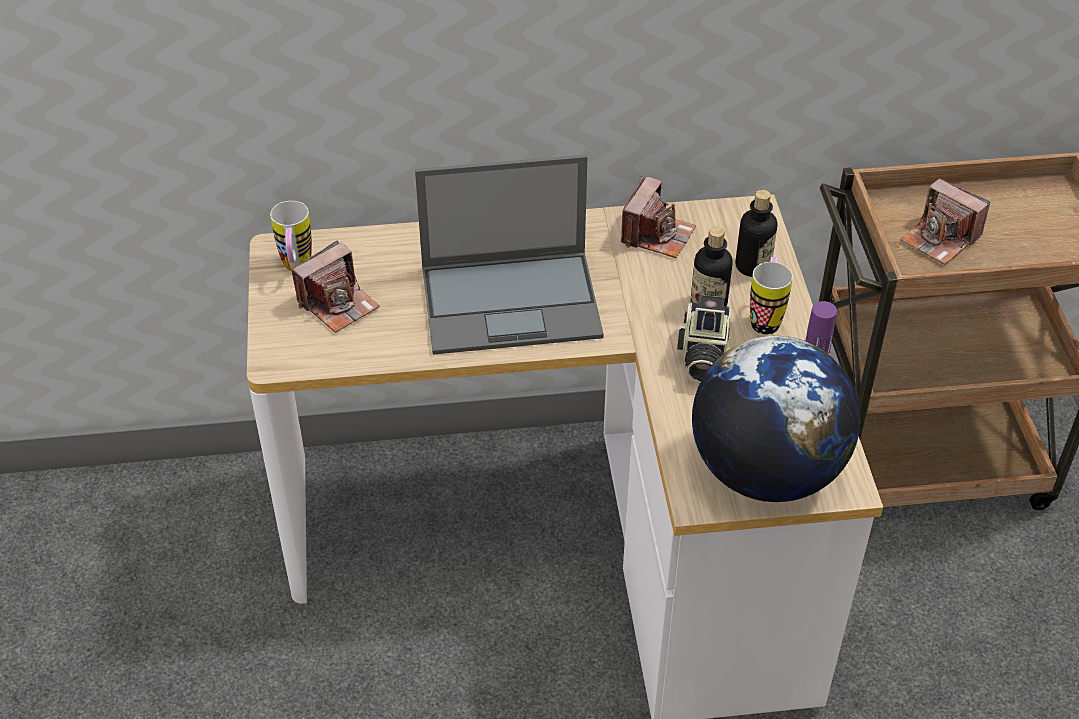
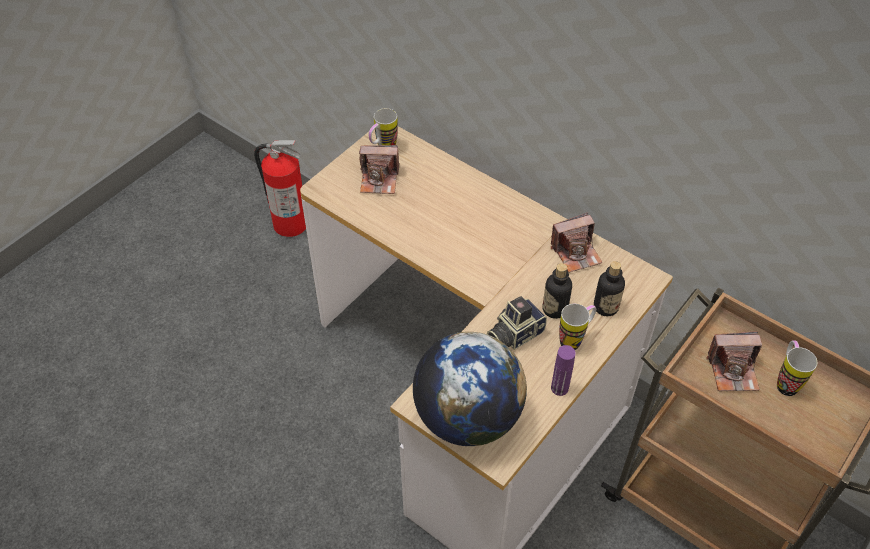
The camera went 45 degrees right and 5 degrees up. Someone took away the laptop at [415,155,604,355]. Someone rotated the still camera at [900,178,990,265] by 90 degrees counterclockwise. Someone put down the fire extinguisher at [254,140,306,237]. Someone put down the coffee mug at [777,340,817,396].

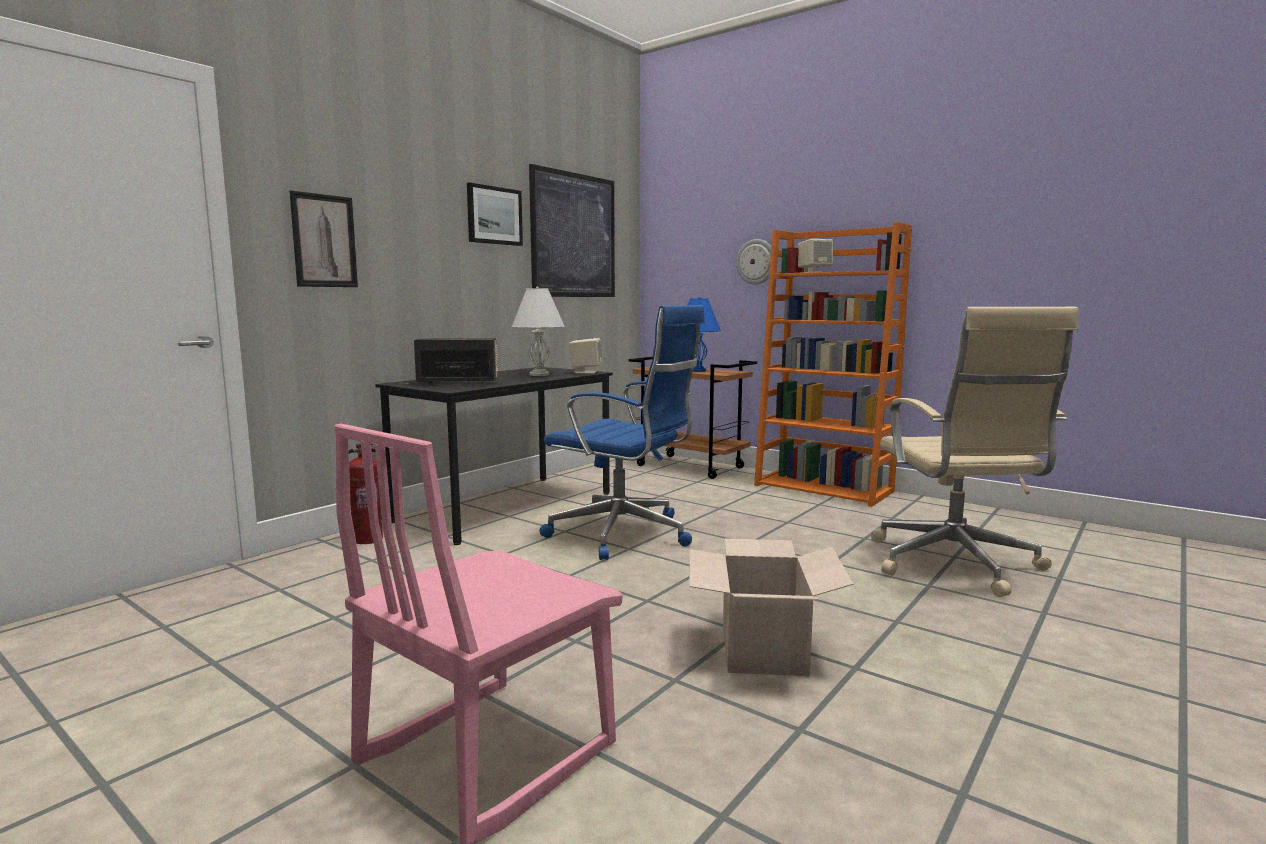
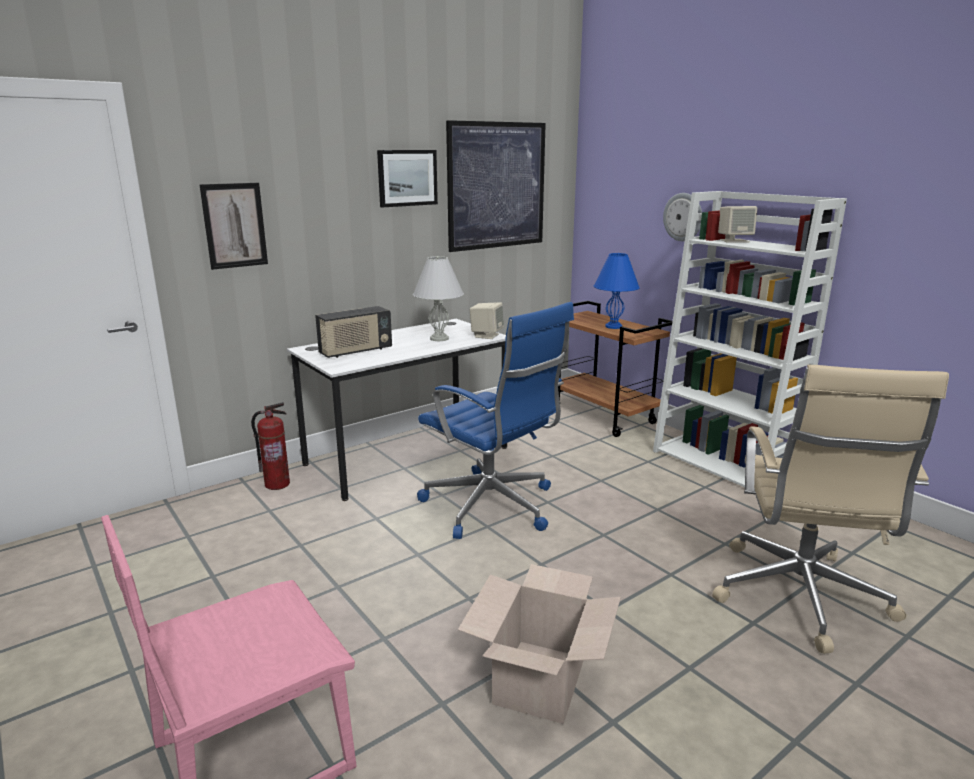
The camera went 15 degrees right and 10 degrees up. Someone repainted the orangey bookshelf at [754,222,912,507], which became the white-coloured bookshelf at [653,191,847,487]. Someone rotated the radio set at [414,338,498,384] by 135 degrees clockwise. Someone repainted the black-coloured desk table at [375,367,613,545], which became the white-coloured desk table at [287,319,507,501].

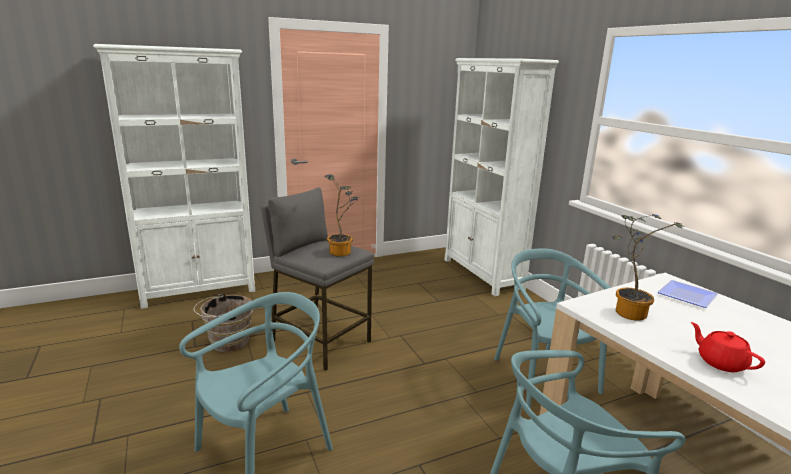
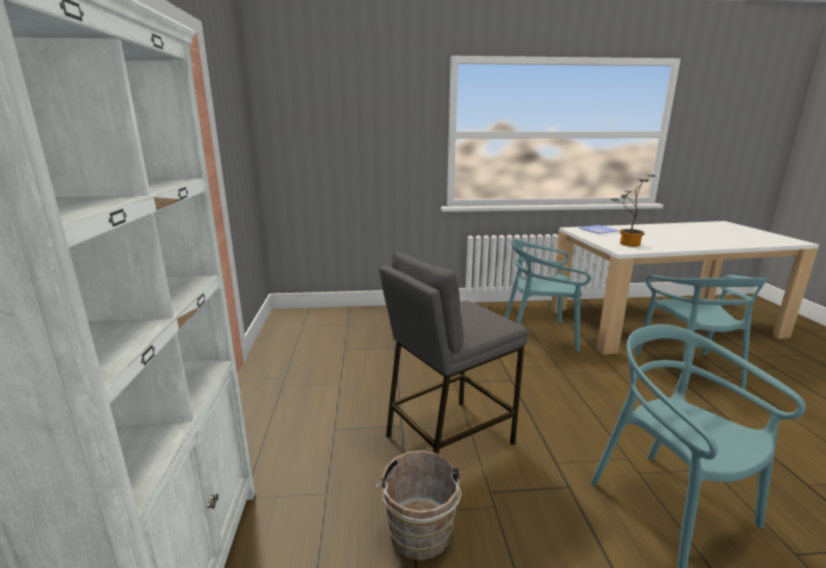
The camera went 70 degrees left and 0 degrees up. Someone took away the white-coloured bookshelf at [444,58,559,296]. Someone took away the plant in a pot at [324,174,361,257]. Someone took away the red pot for tea at [691,322,765,372].

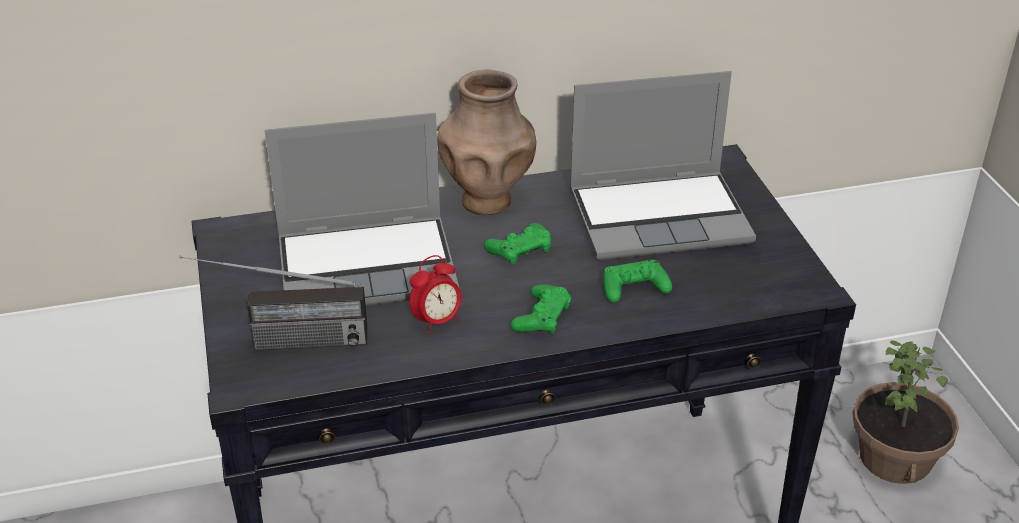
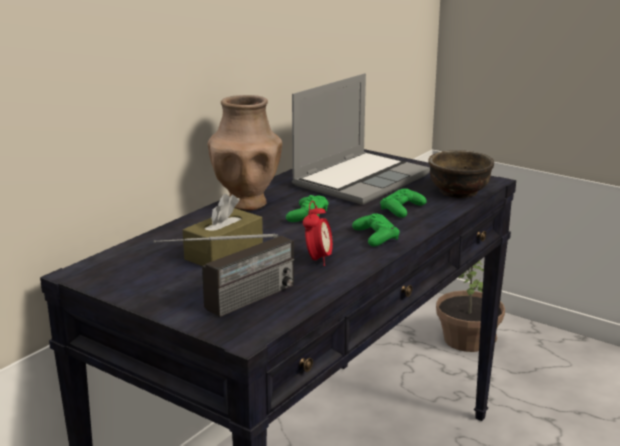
The camera went 40 degrees left and 15 degrees down. Someone swapped the laptop at [265,113,459,306] for the brown box of tissues at [183,194,263,266]. Someone put down the brown deep dish at [428,150,494,198].

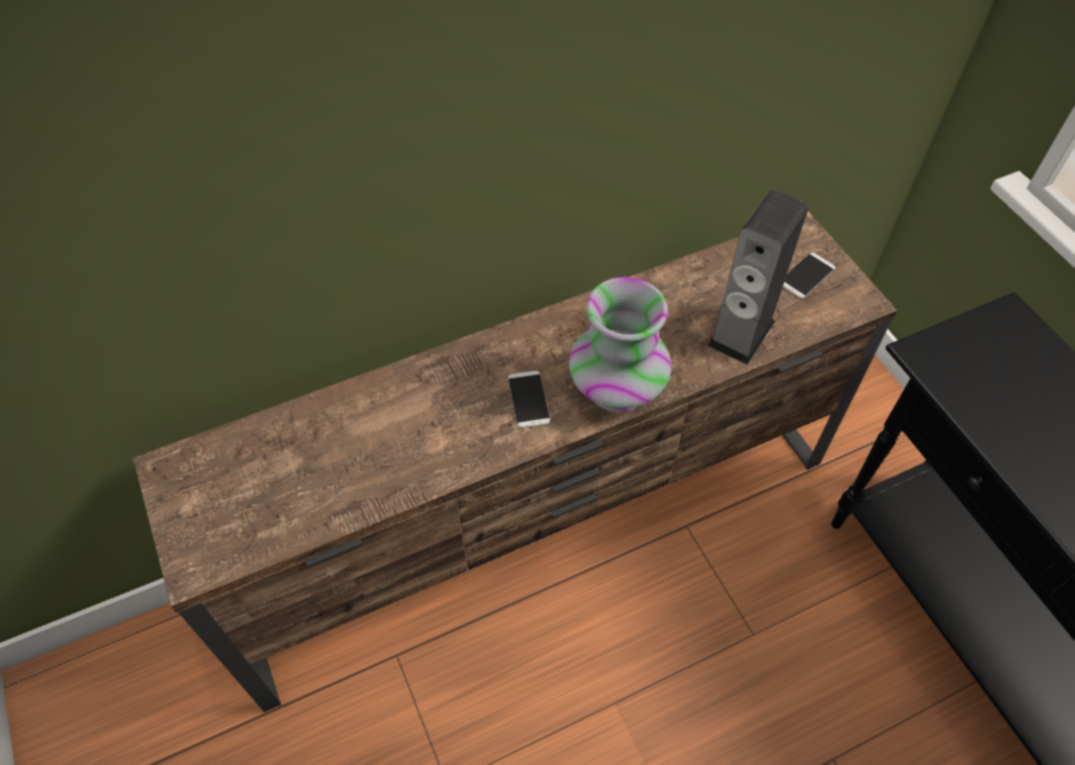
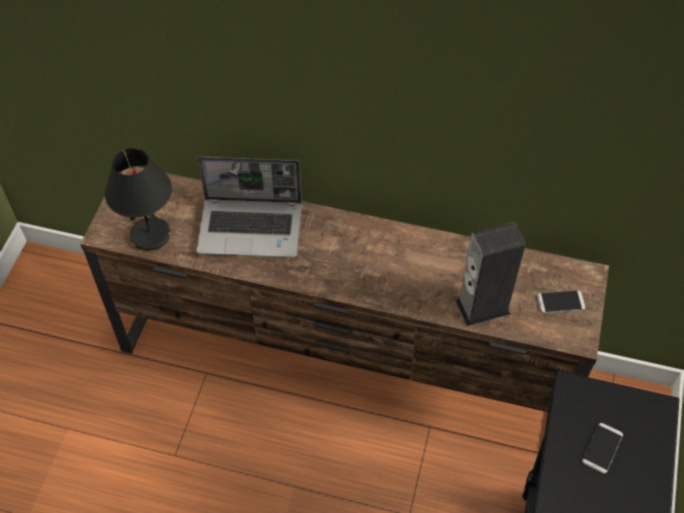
The camera went 40 degrees right and 0 degrees up. Someone took away the vase at [569,277,671,412]. Someone carried the telephone from [508,371,550,428] to [582,423,623,474]. Someone put down the black-coloured lamp for a table at [105,148,172,251]. Someone put down the laptop at [197,157,302,258].

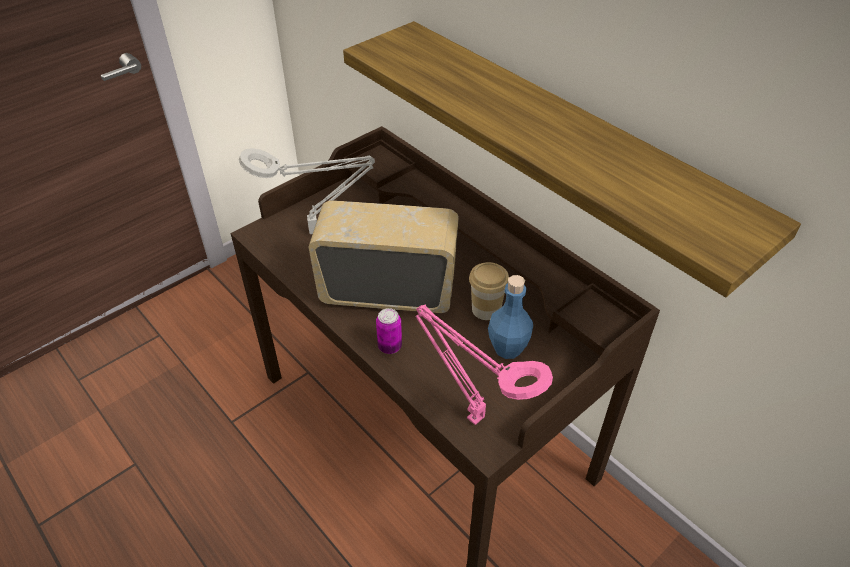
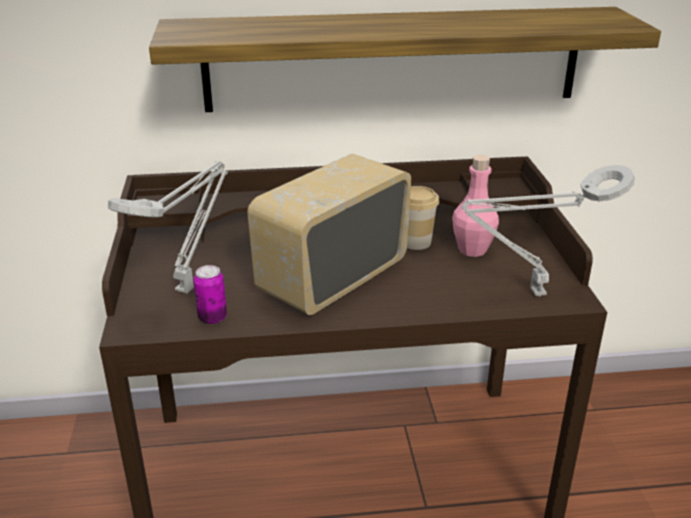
The camera went 55 degrees left and 15 degrees down. Someone repainted the bluish beverage bottle at [488,275,533,359], which became the pinkish beverage bottle at [452,155,499,257]. Someone repainted the pinkish lamp for a table at [415,305,553,425], which became the greyish lamp for a table at [462,165,635,296]. Someone carried the can from [376,308,402,354] to [194,265,227,324].

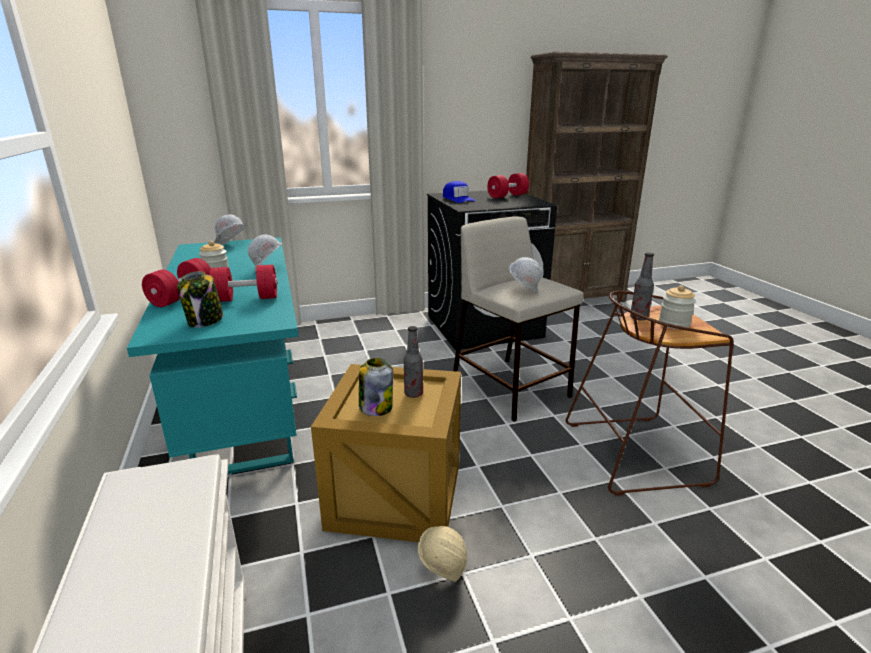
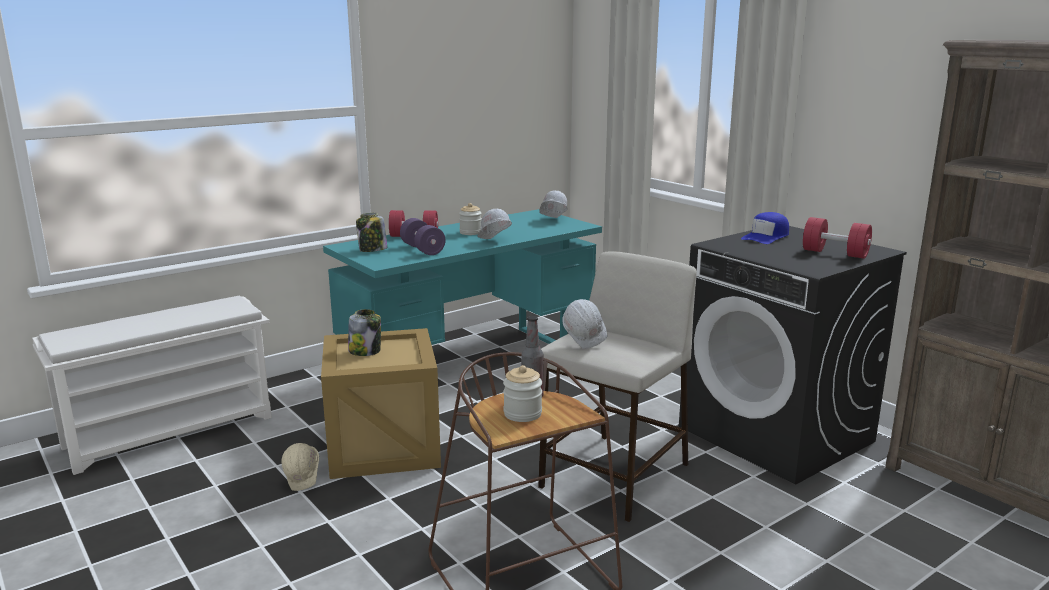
The camera went 70 degrees right and 5 degrees down. Someone repainted the red hand weight at [209,265,278,302], which became the purple hand weight at [400,218,445,255]. Someone took away the beverage bottle at [404,326,423,398].

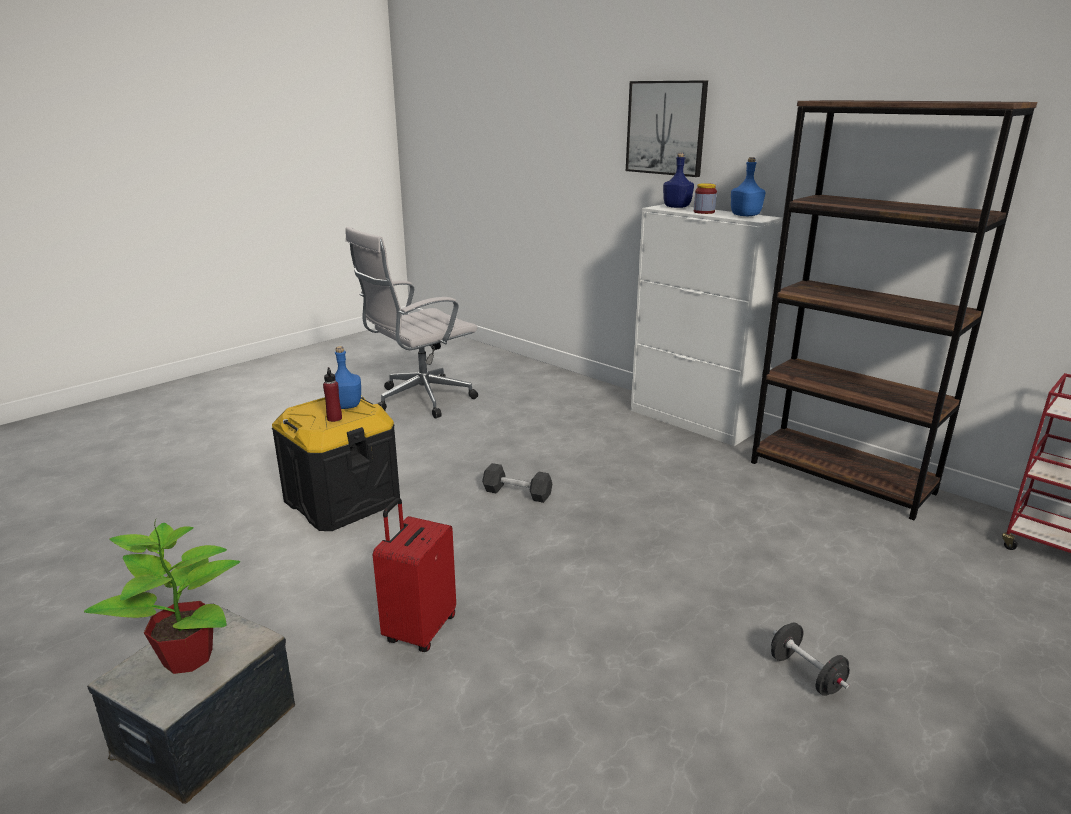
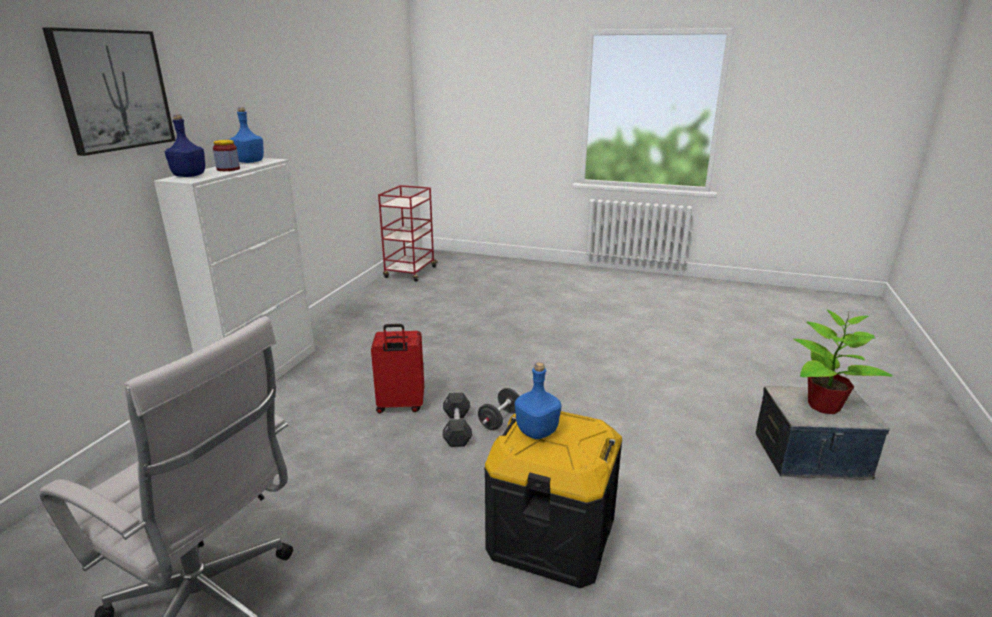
The camera went 115 degrees left and 0 degrees up. Someone took away the brown bookshelf at [751,100,1037,520]. Someone took away the red beverage bottle at [323,367,342,422]. Someone carried the red suitcase from [373,498,456,652] to [371,324,424,413]. Someone carried the black-coloured hand weight from [771,622,850,696] to [478,388,519,430].

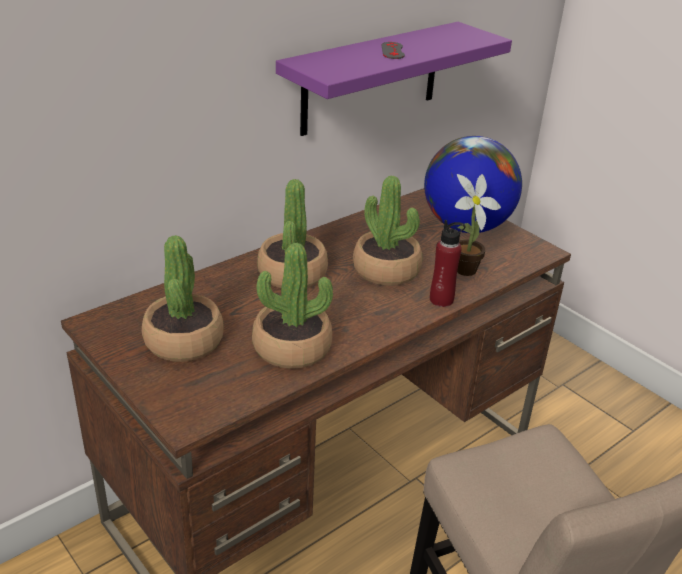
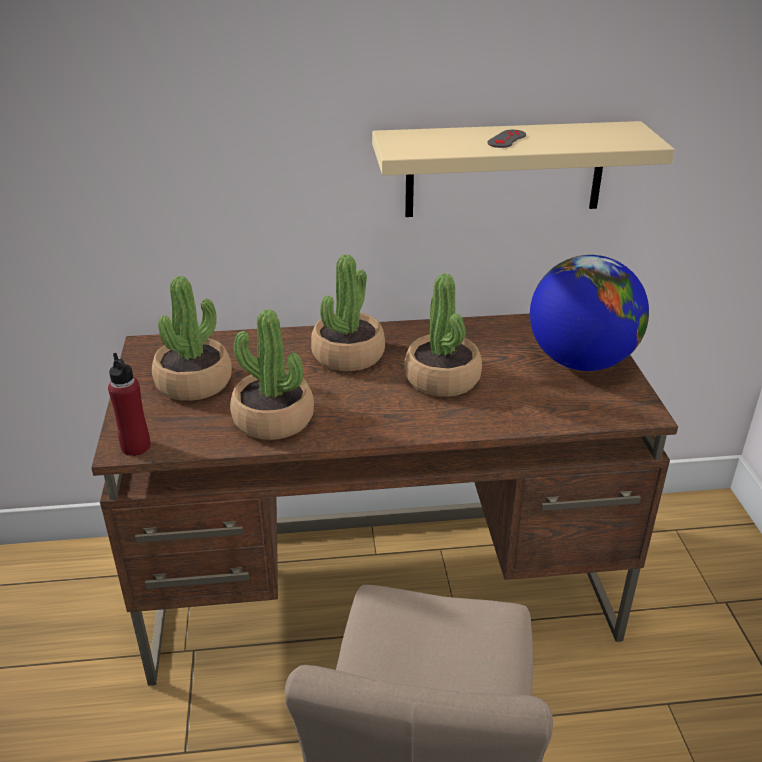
The camera went 35 degrees right and 0 degrees up. Someone repainted the purple bracket shelf at [276,22,512,136], which became the beige-coloured bracket shelf at [372,121,675,217]. Someone took away the plant in a pot at [455,174,501,276]. Someone carried the red beverage bottle from [430,220,466,307] to [108,353,151,456].

